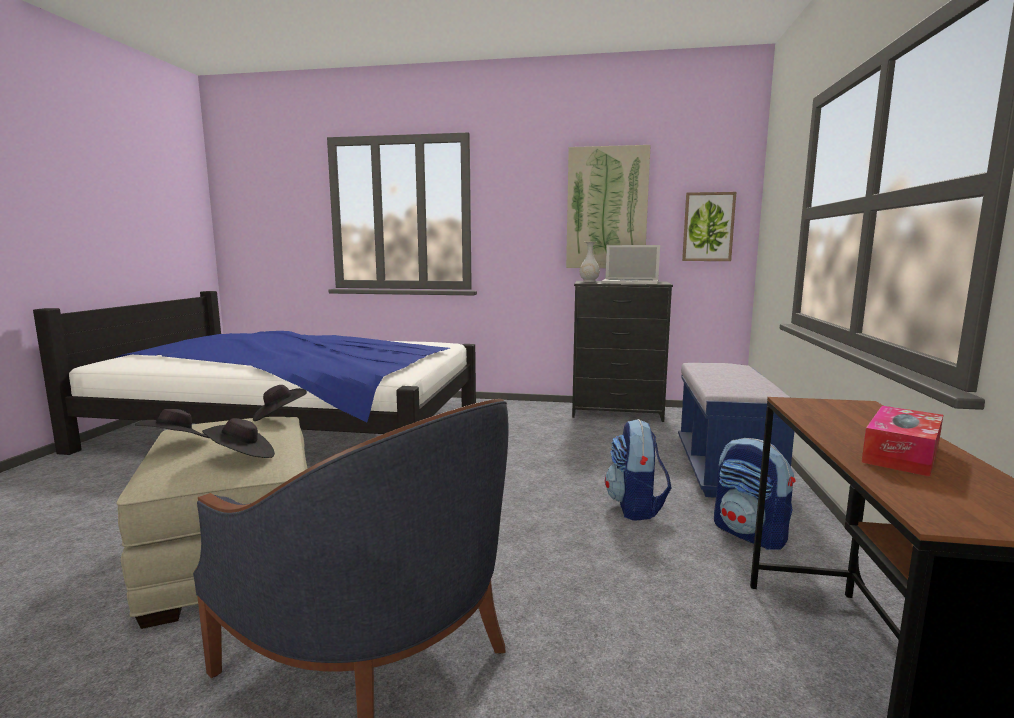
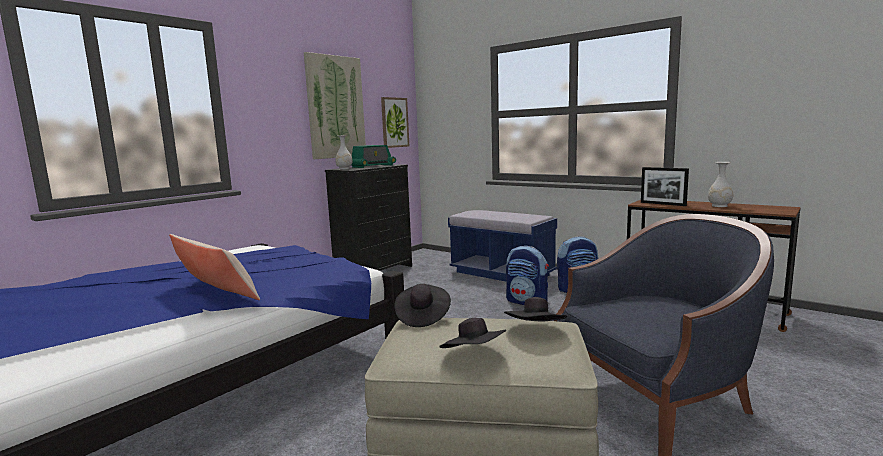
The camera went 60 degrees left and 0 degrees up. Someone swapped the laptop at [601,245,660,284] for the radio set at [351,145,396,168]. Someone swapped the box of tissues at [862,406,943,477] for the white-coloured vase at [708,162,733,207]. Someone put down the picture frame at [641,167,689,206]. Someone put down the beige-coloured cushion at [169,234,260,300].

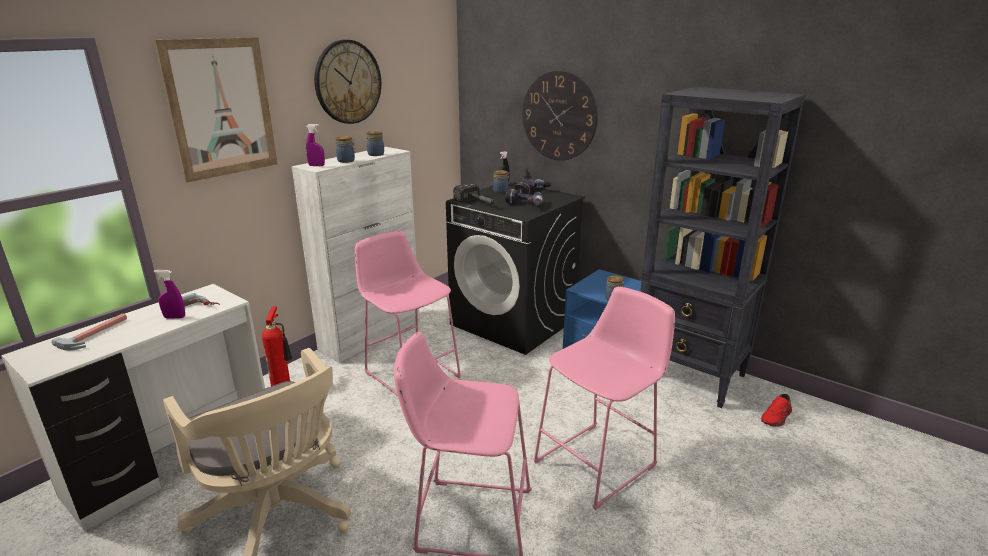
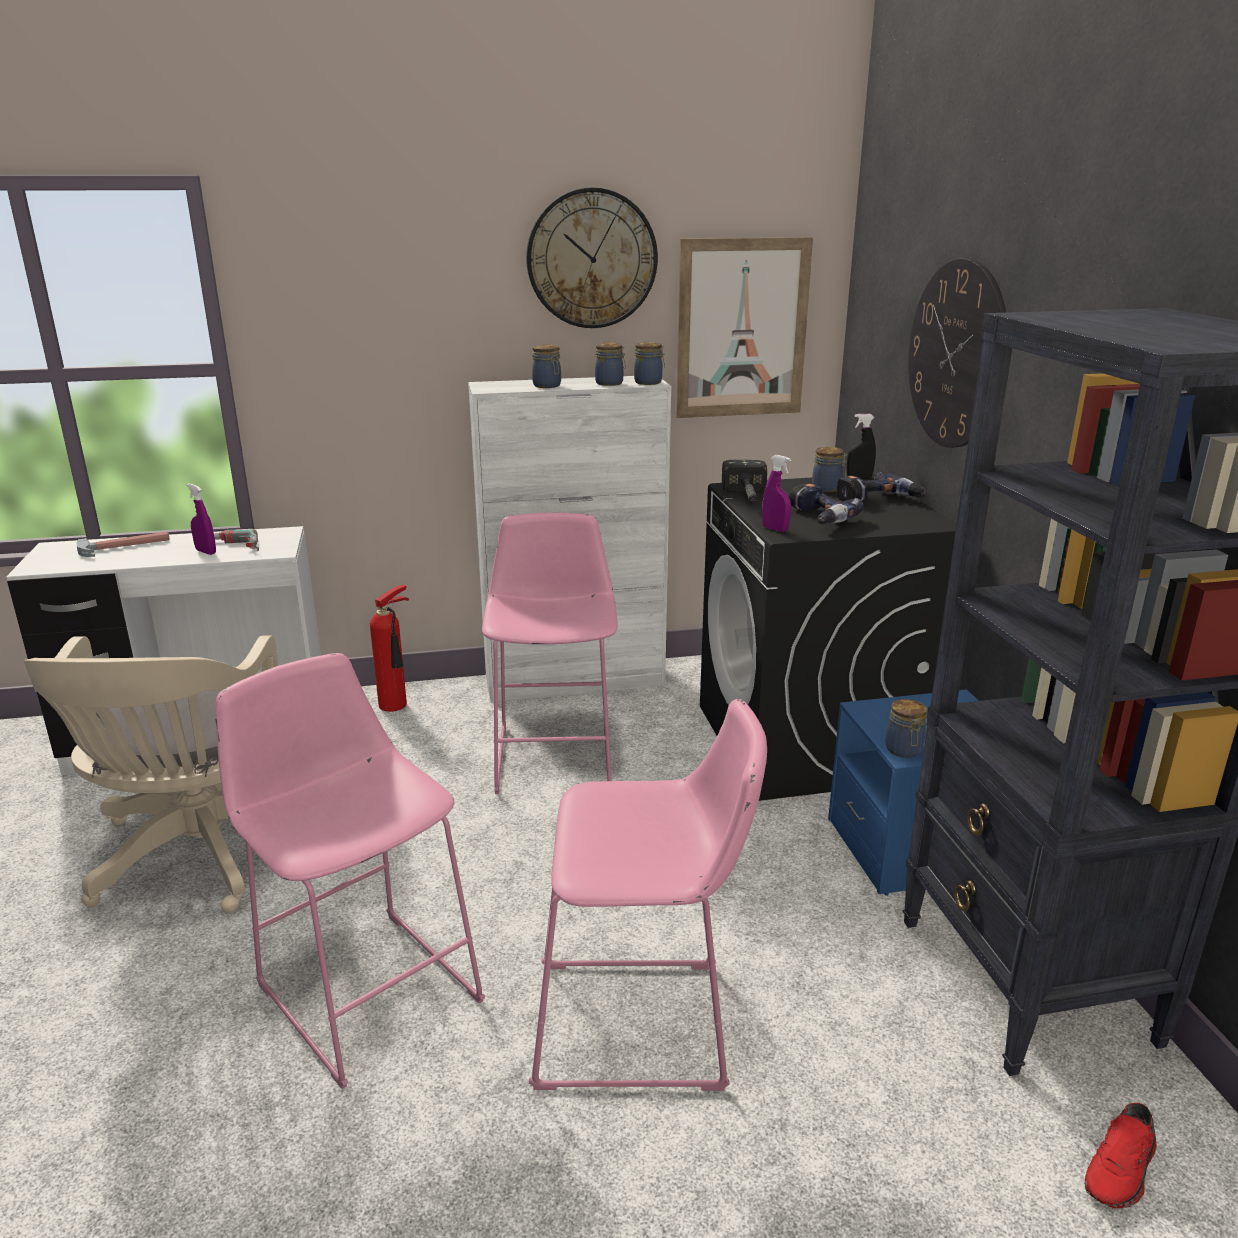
The camera went 40 degrees right and 0 degrees up. Someone carried the picture from [154,37,278,183] to [676,237,813,418]. Someone carried the purple hand sprayer from [306,124,325,166] to [762,455,791,532]. Someone rotated the red item of footwear at [761,394,792,427] by 45 degrees counterclockwise. Someone put down the preserve jar at [634,342,665,385].

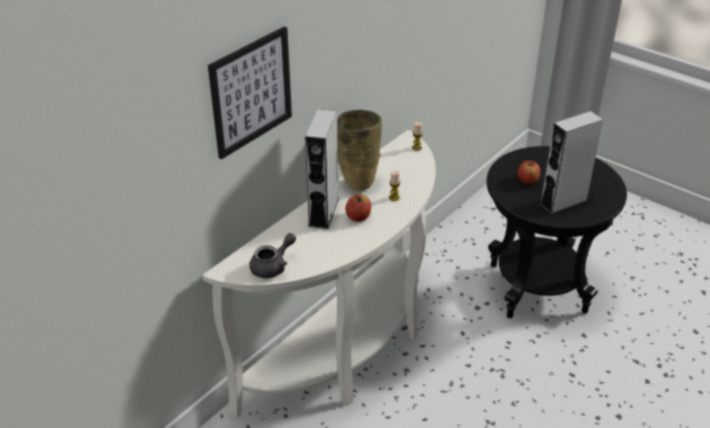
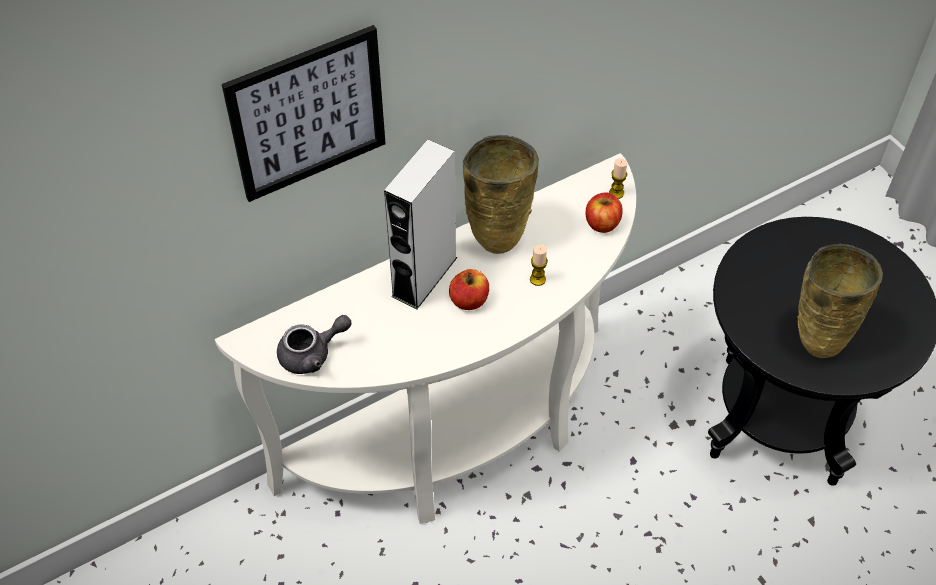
The camera went 20 degrees right and 15 degrees up. Someone swapped the greyish speaker at [540,111,603,214] for the beige-coloured vase at [798,244,883,358]. Someone carried the apple fruit from [518,160,540,184] to [586,193,623,233].

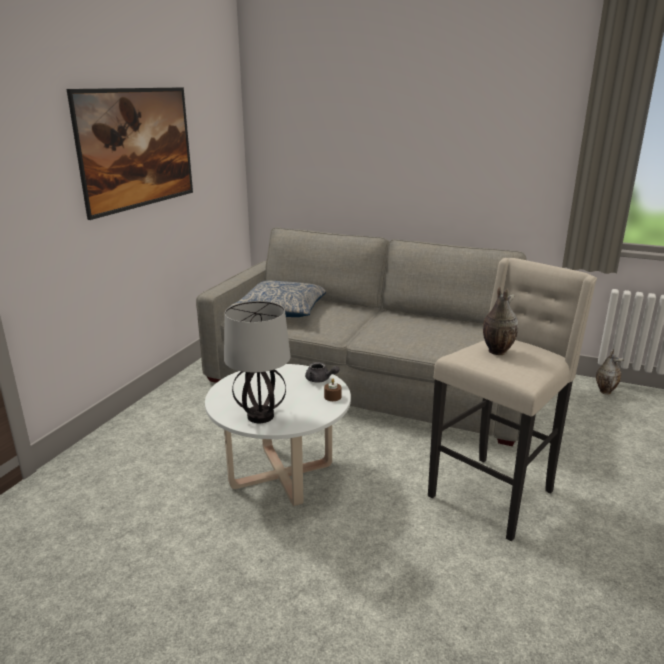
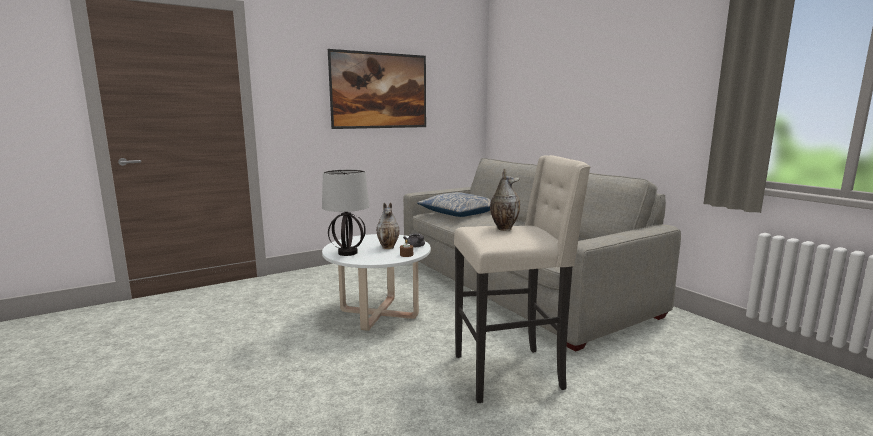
The camera went 35 degrees right and 10 degrees down. Someone carried the vase from [596,349,624,395] to [376,203,400,249].

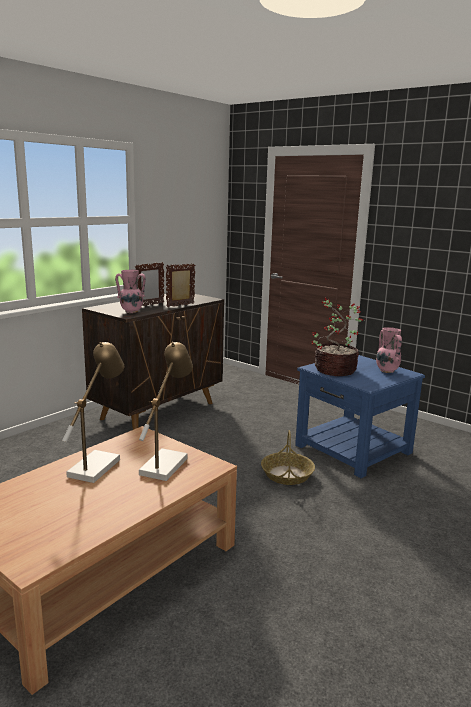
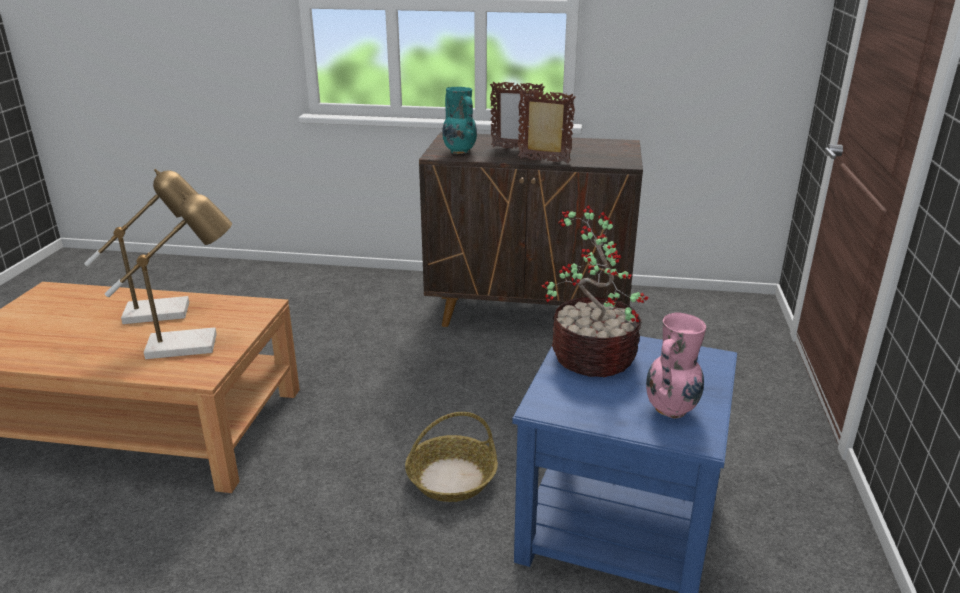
The camera went 60 degrees right and 10 degrees up. Someone repainted the pinkish vase at [115,270,146,313], which became the turquoise vase at [442,87,477,154].

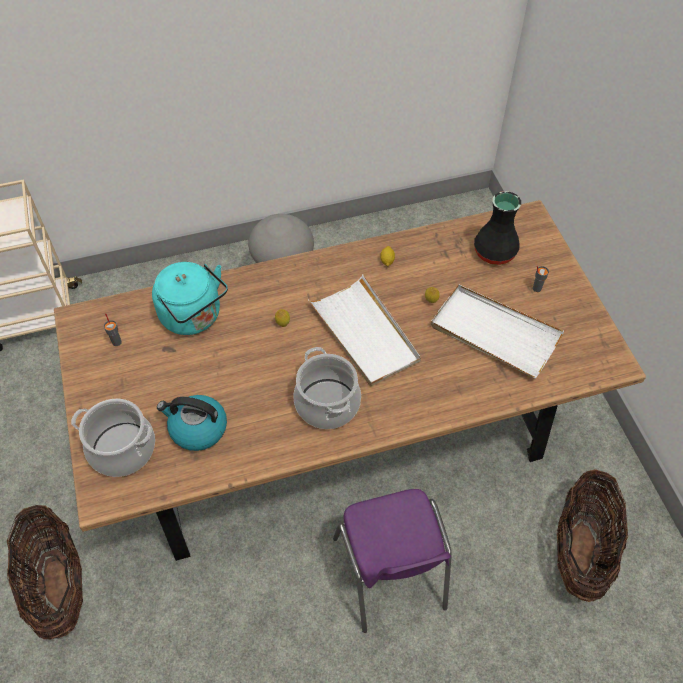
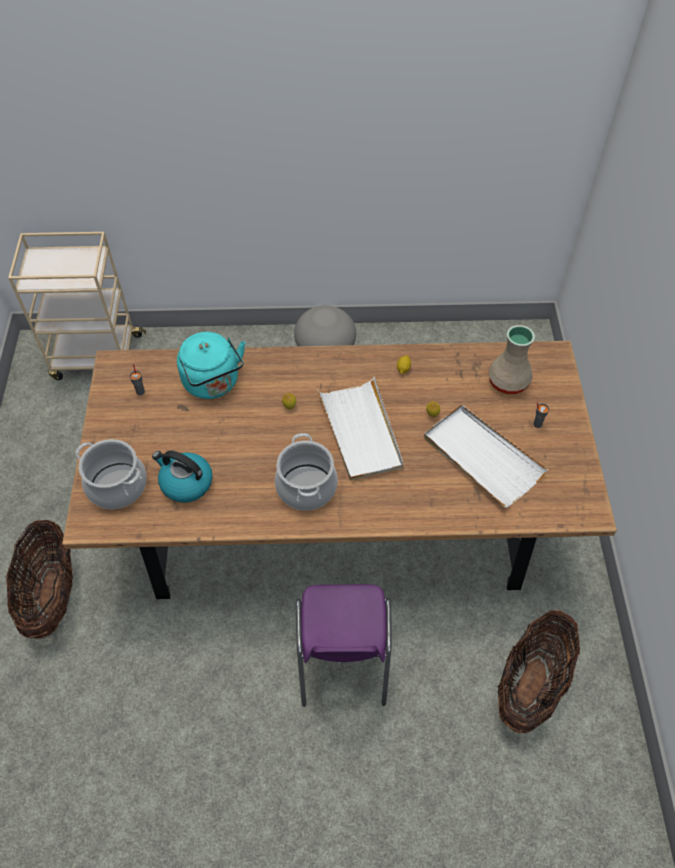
The camera went 15 degrees right and 0 degrees up. Someone repainted the black-coloured vase at [474,191,521,265], which became the beige-coloured vase at [488,325,535,394].

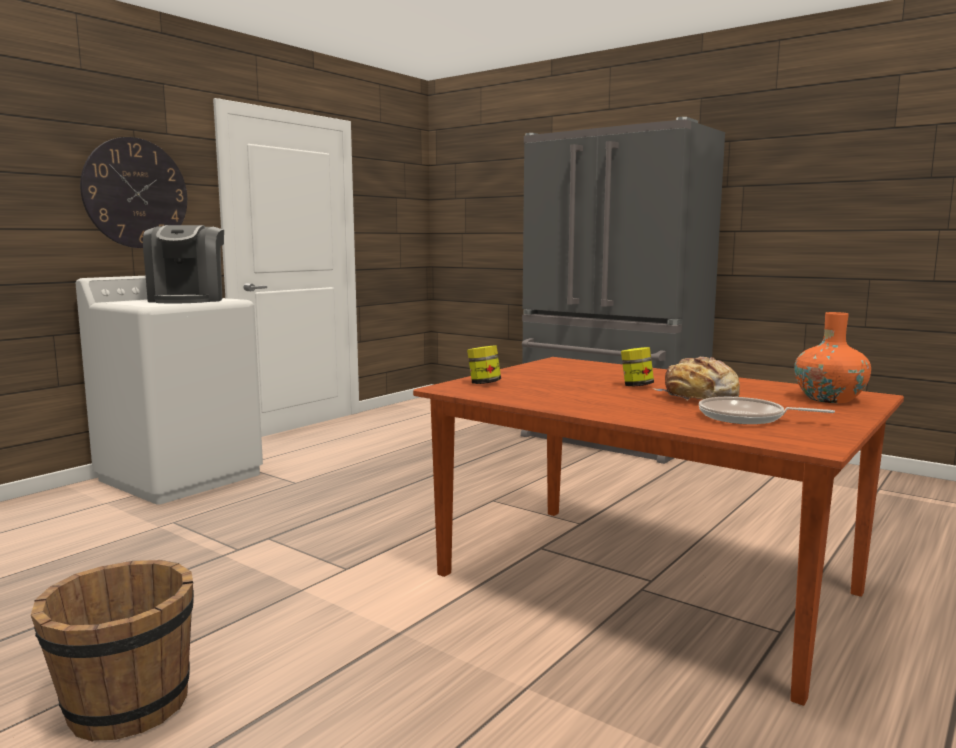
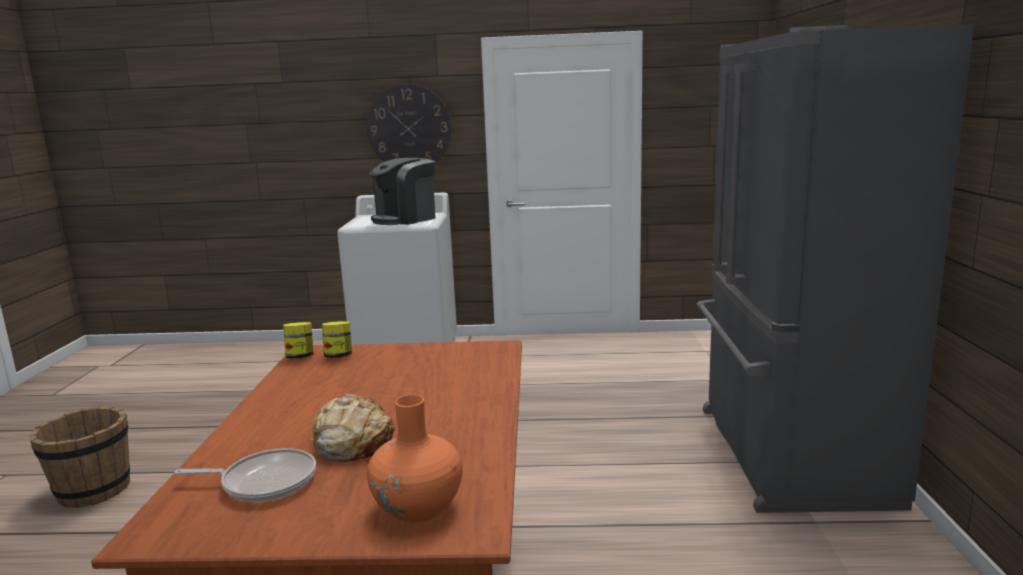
The camera went 55 degrees right and 5 degrees up. Someone carried the preserve jar from [621,347,654,386] to [283,322,313,359]. Someone rotated the frying pan at [699,397,835,424] by 105 degrees clockwise.

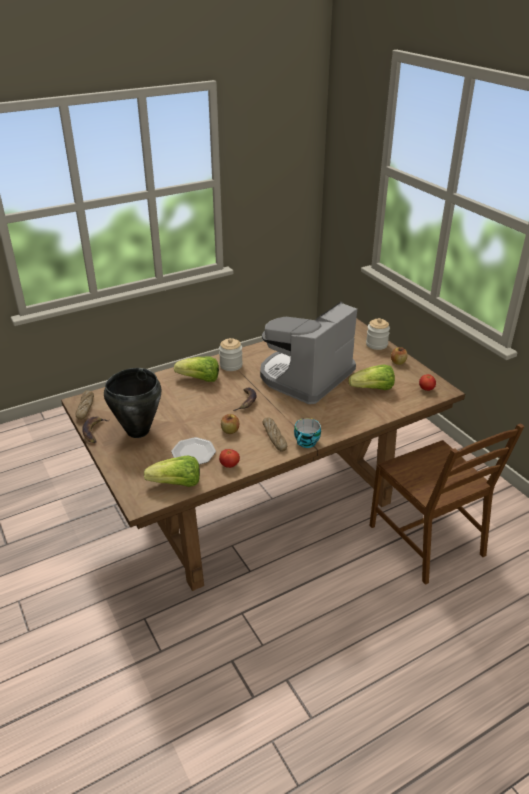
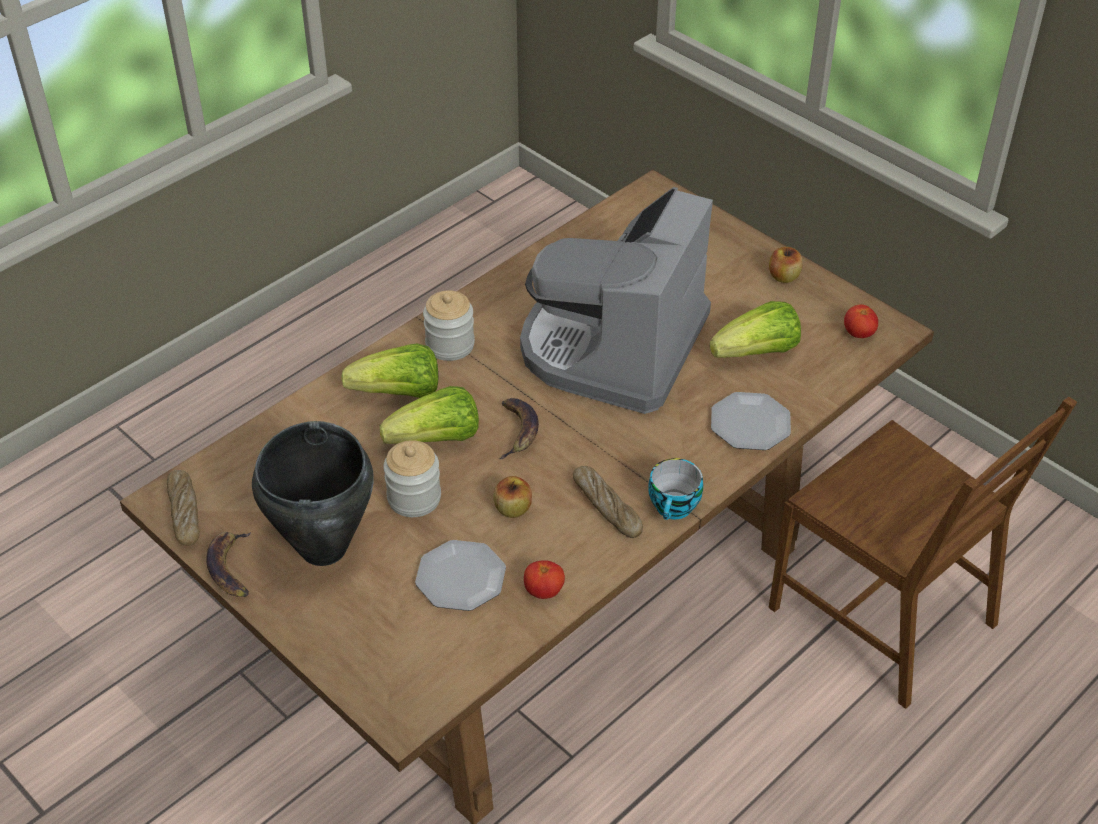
The camera went 15 degrees left and 10 degrees up. Someone carried the preserve jar from [366,318,390,350] to [383,440,441,517]. Someone carried the lettuce from [144,455,200,487] to [380,386,479,444]. Someone put down the dinner plate at [711,392,791,450].

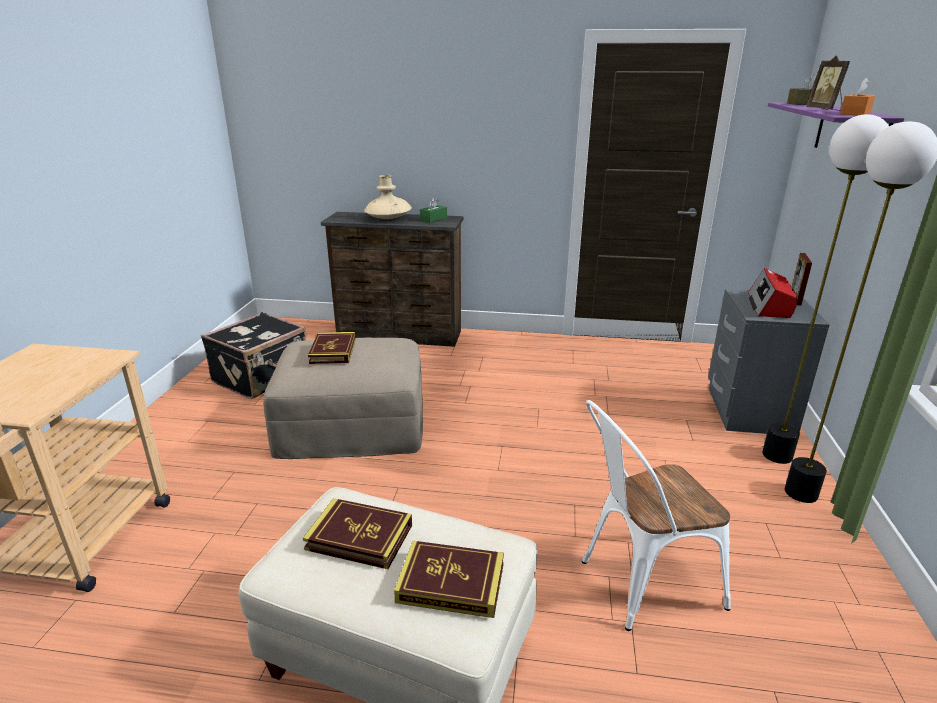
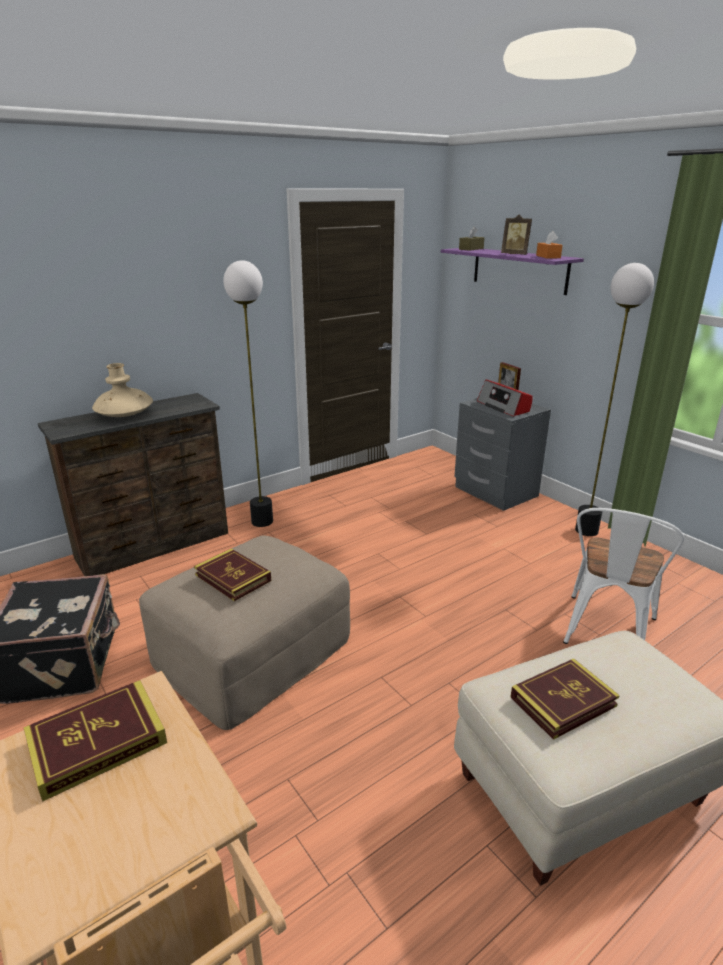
The camera went 45 degrees left and 0 degrees up. Someone carried the floor lamp from [762,114,889,464] to [223,260,273,527]. Someone took away the greenish box of tissues at [420,197,447,222]. Someone carried the volume from [394,541,504,618] to [23,680,167,802].

